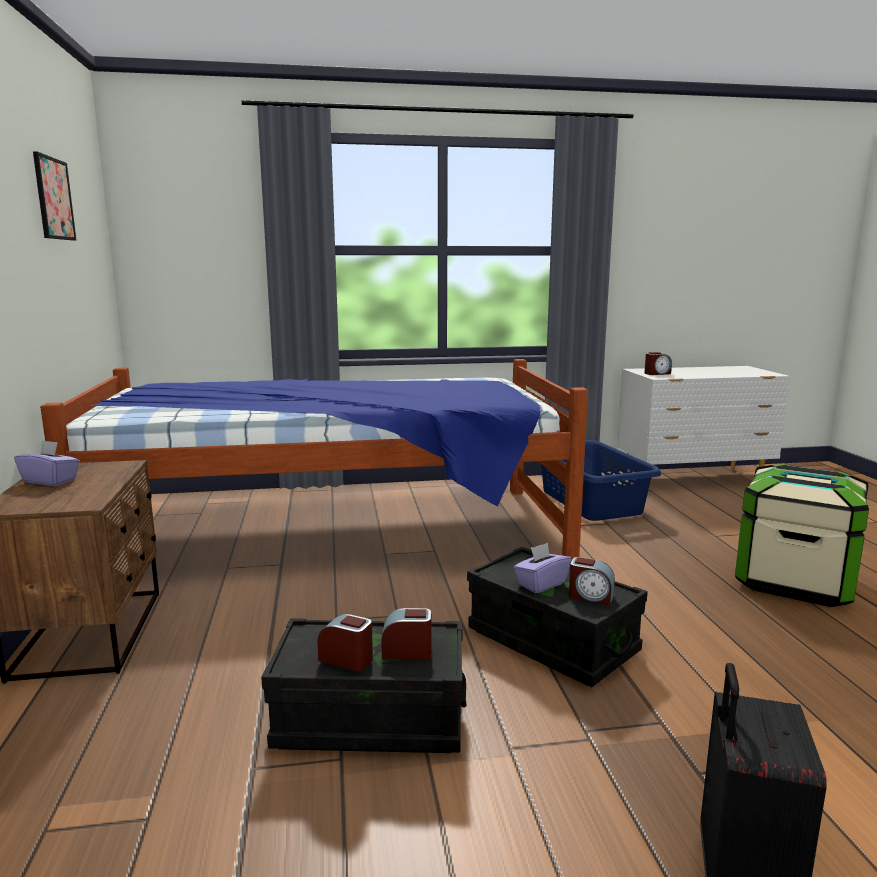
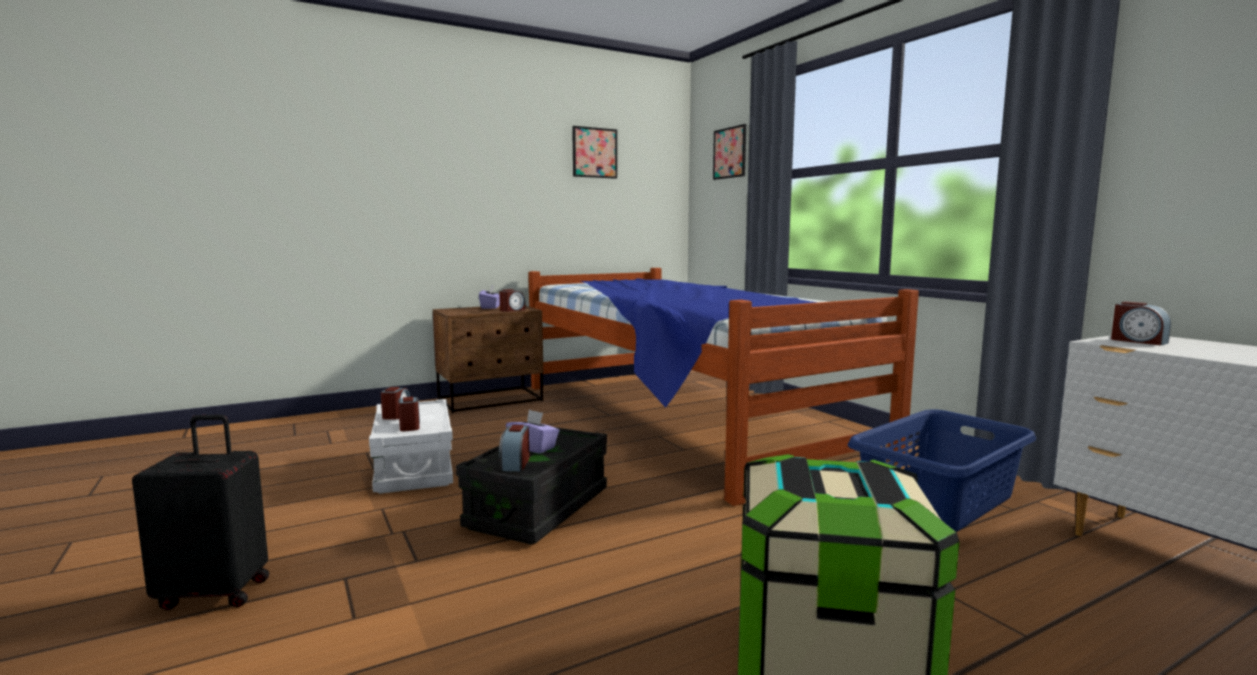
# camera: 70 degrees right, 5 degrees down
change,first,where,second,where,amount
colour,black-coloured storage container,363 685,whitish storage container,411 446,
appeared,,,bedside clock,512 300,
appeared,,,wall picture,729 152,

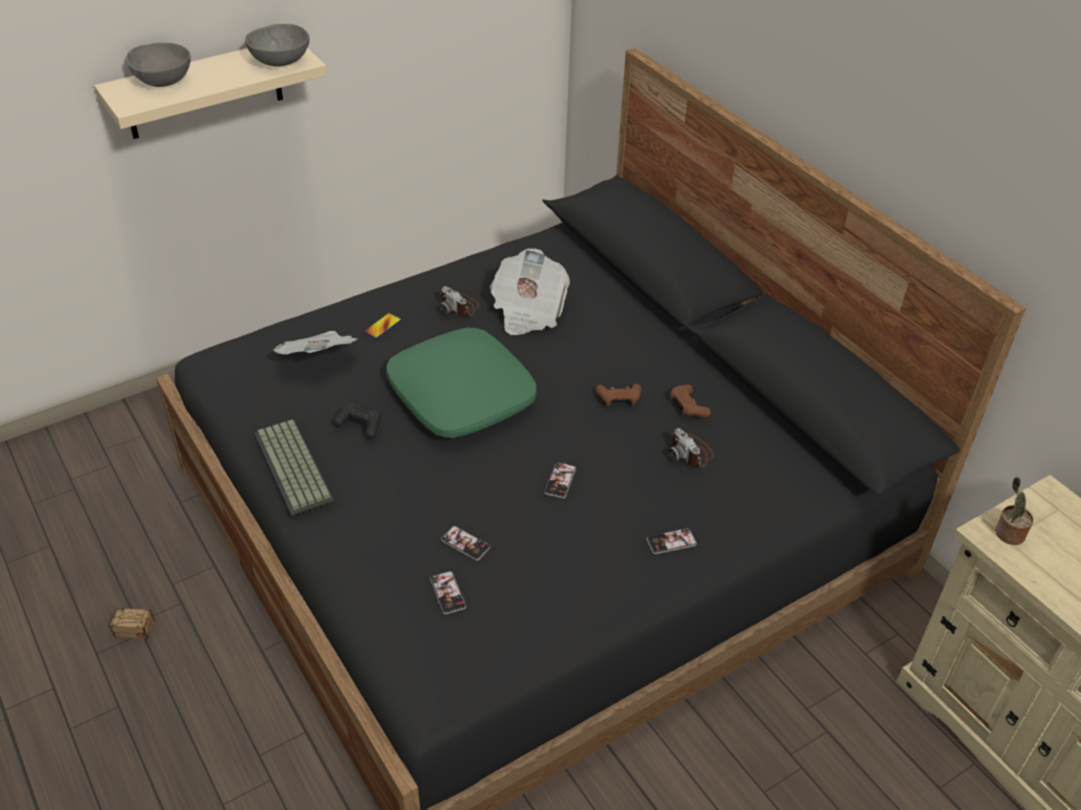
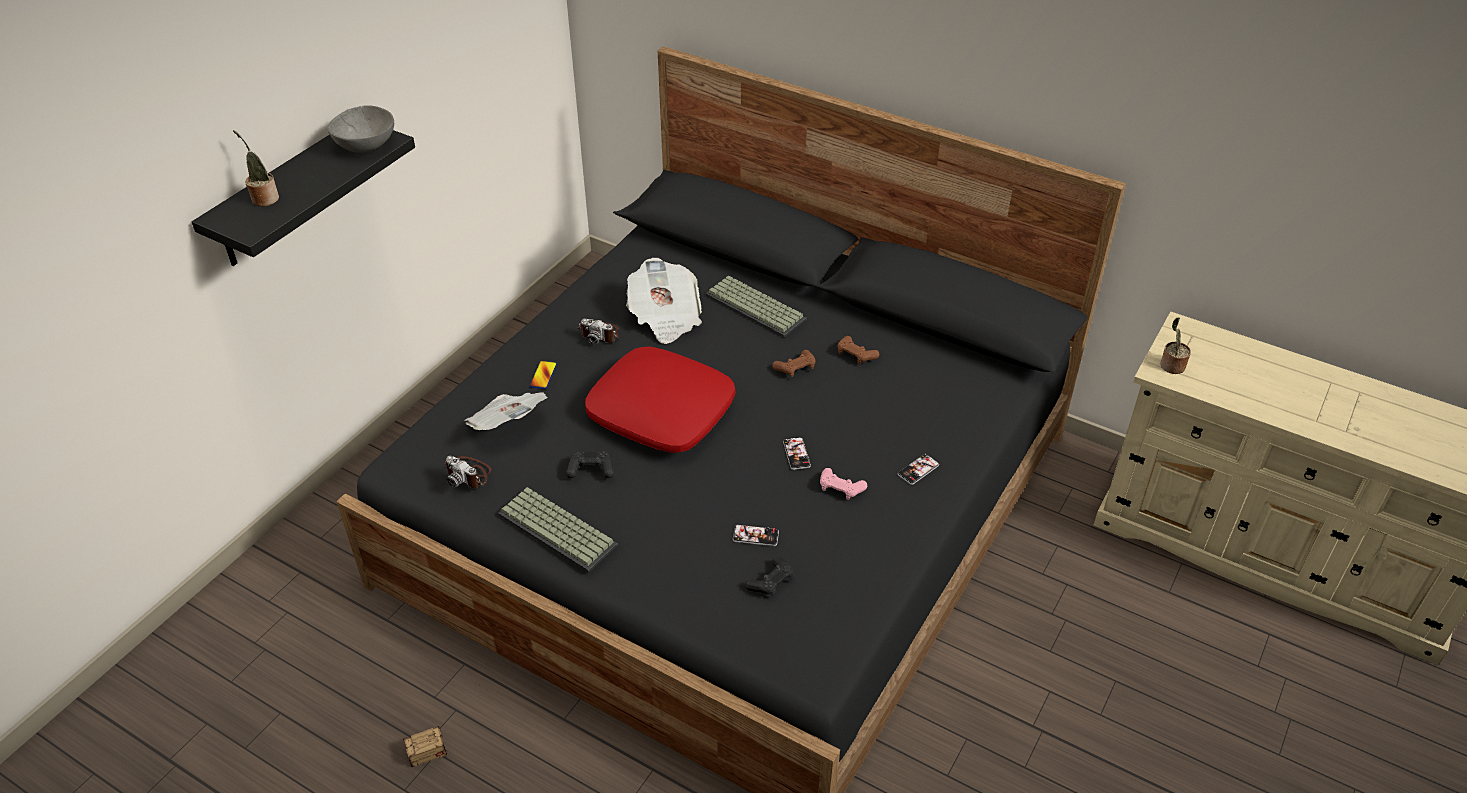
# camera: 25 degrees left, 0 degrees up
change,first,where,second,where,amount
colour,beige-coloured wall shelf,210 93,black-coloured wall shelf,303 198,
exchanged,gray bowl,157 65,potted plant,256 168,
relocated,still camera,691 448,,468 472,
colour,green cushion,461 382,reddish cushion,660 399,
appeared,,,PC keyboard,755 306,
exchanged,handset,448 592,black-coloured gamepad,769 576,
appeared,,,pinkish gamepad,843 484,

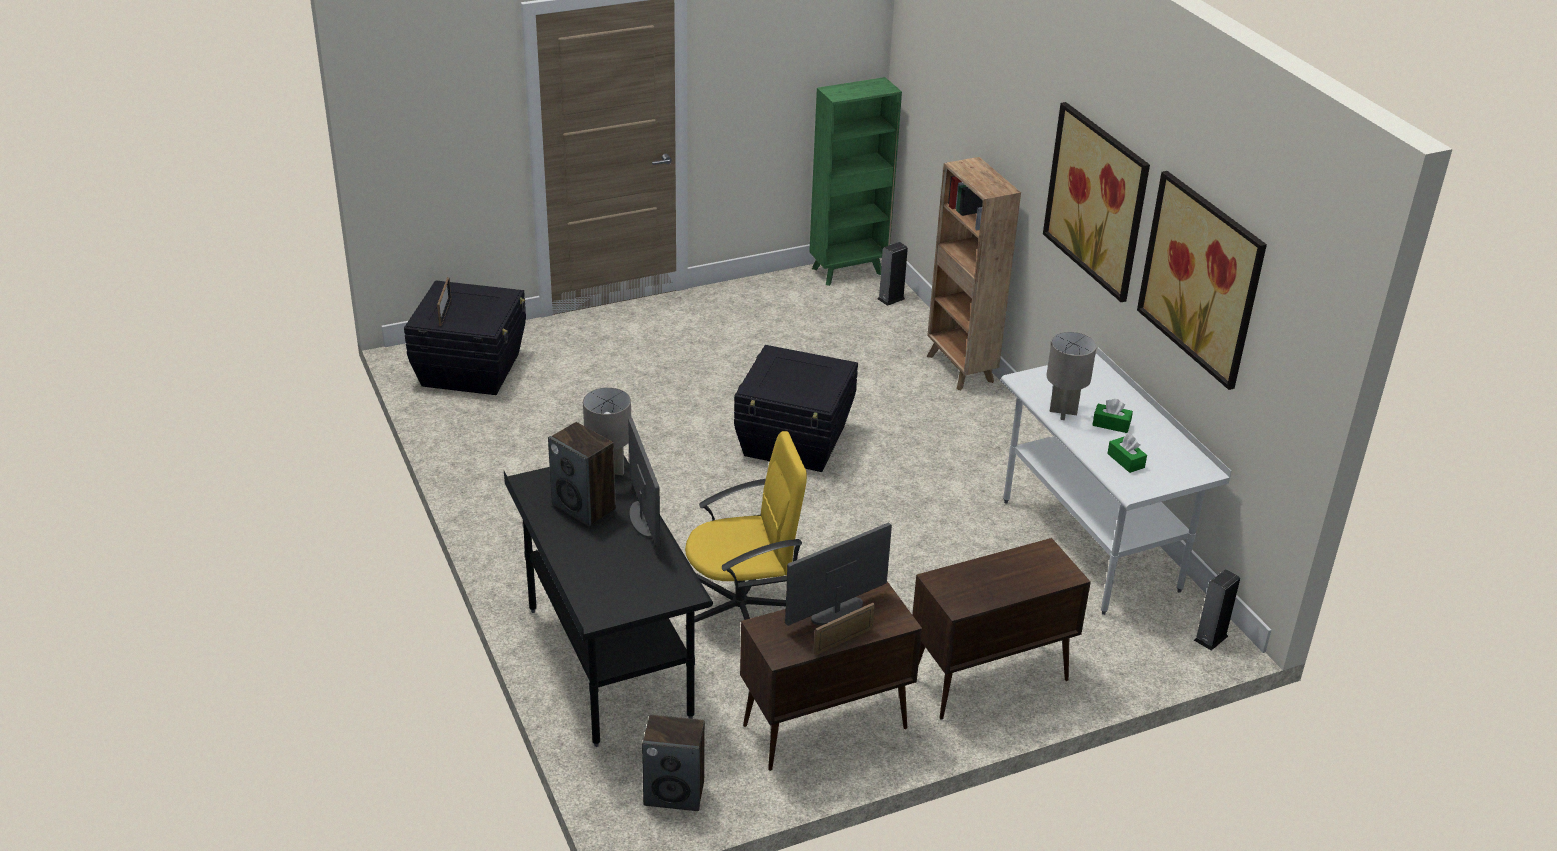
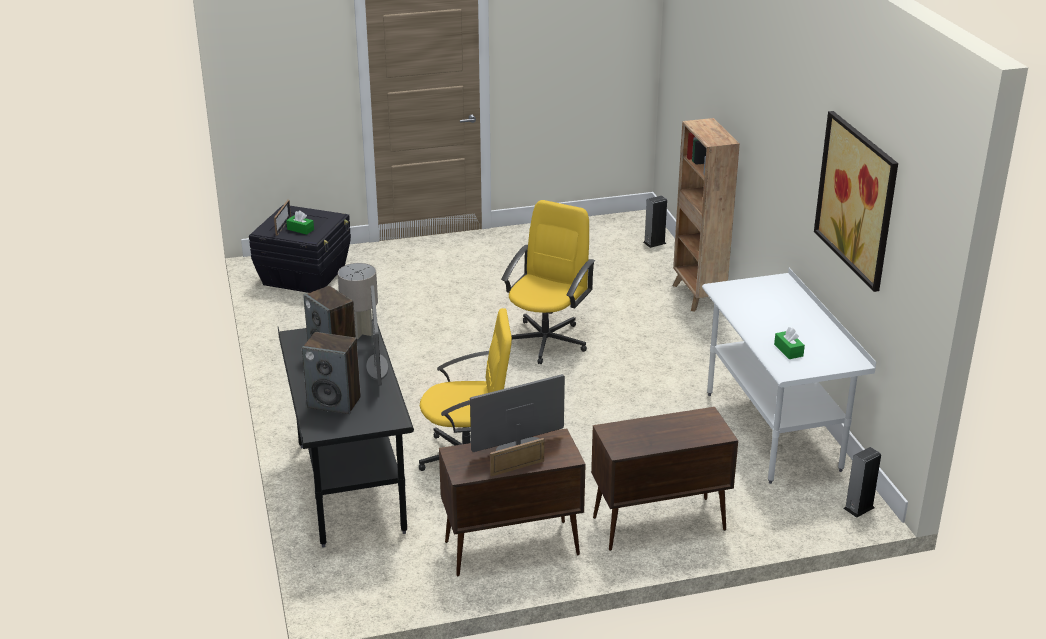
# camera: 10 degrees right, 5 degrees down
change,first,where,second,where,amount
relocated,green box of tissues,1112 416,,300 223,
relocated,speaker,673 763,,331 373,
exchanged,black-coloured storage container,796 408,yellowish office chair,548 282,
missing,green shelving unit,855 181,,,
missing,wall picture,1096 202,,,
missing,gray table lamp,1072 376,,,

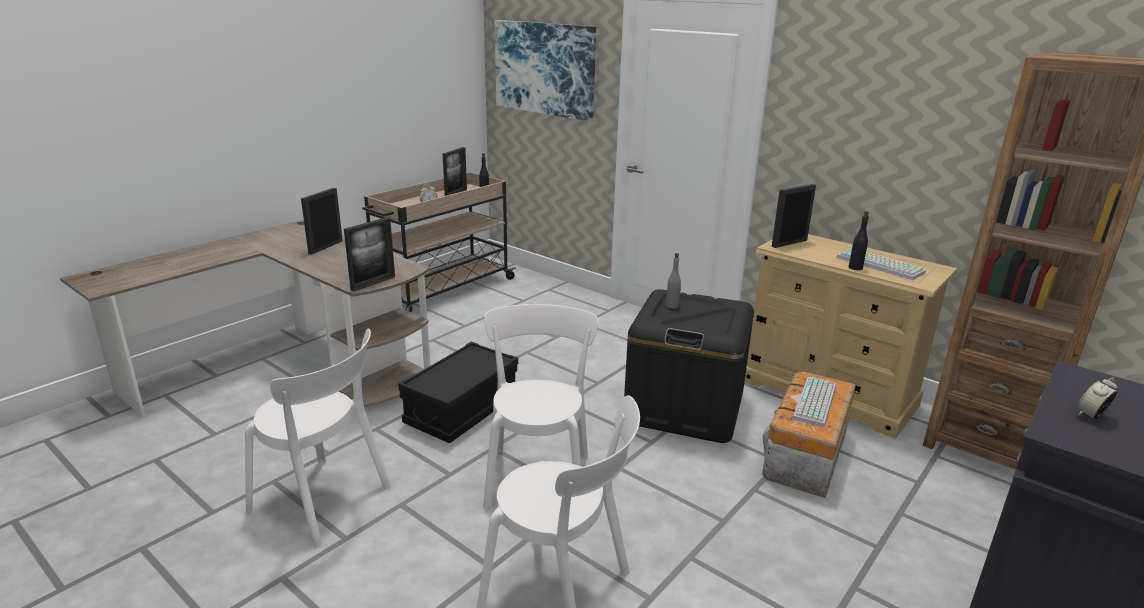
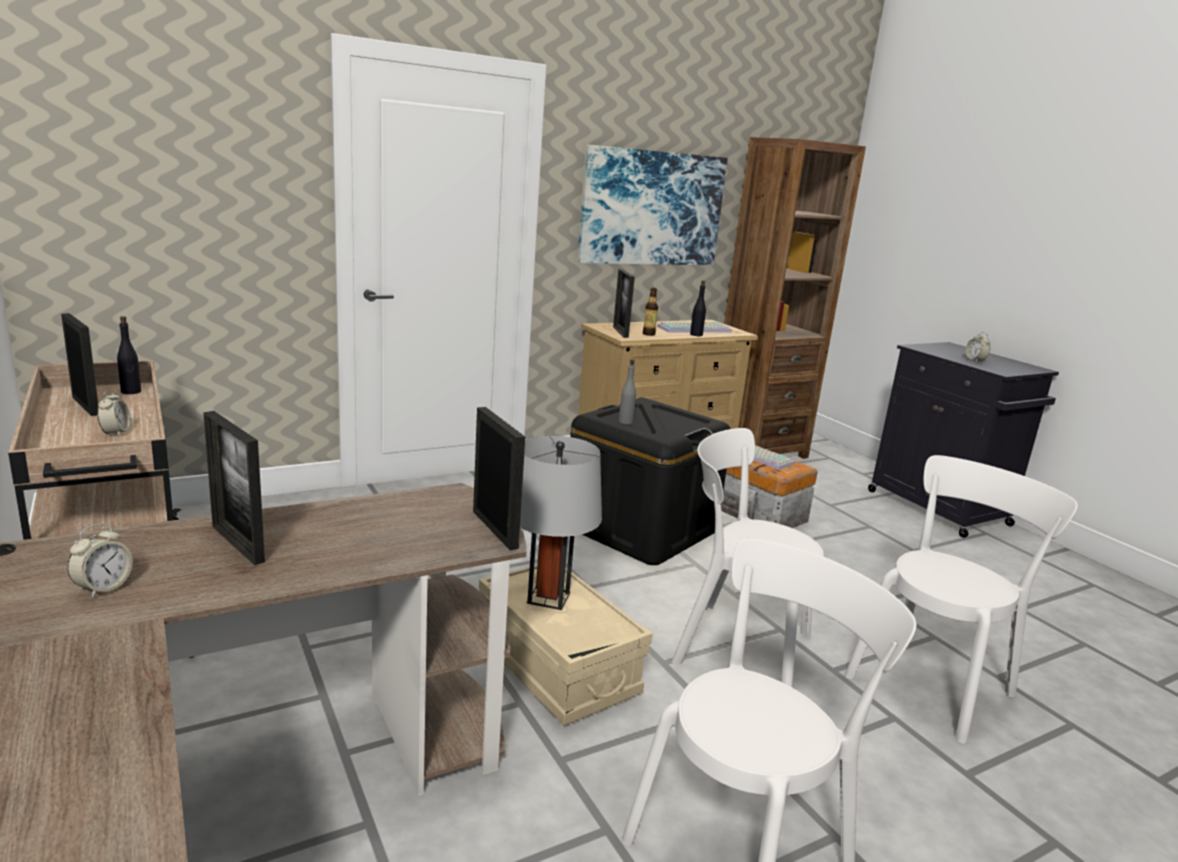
# camera: 70 degrees left, 5 degrees down
change,first,where,second,where,amount
appeared,,,bedside clock,100 561,
colour,black-coloured storage container,458 392,beige-coloured storage container,566 645,
appeared,,,gray table lamp,561 523,
relocated,wall picture,545 70,,652 205,
appeared,,,beverage bottle,650 312,

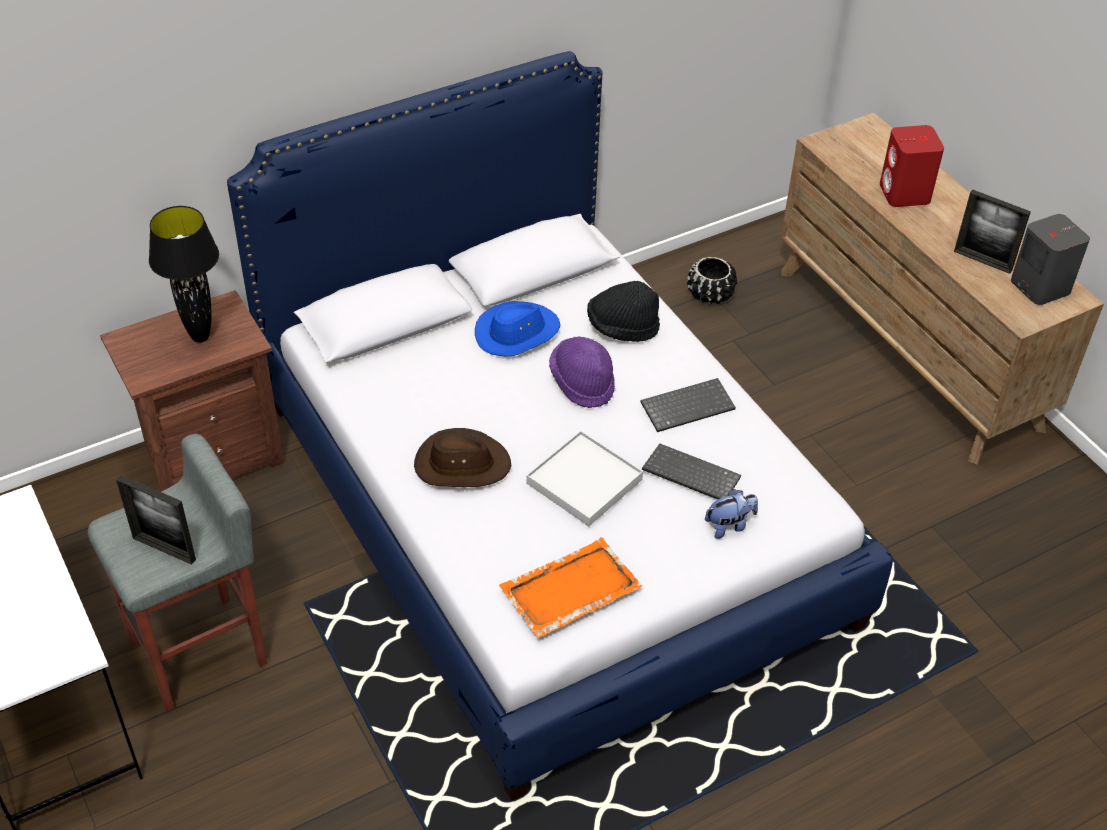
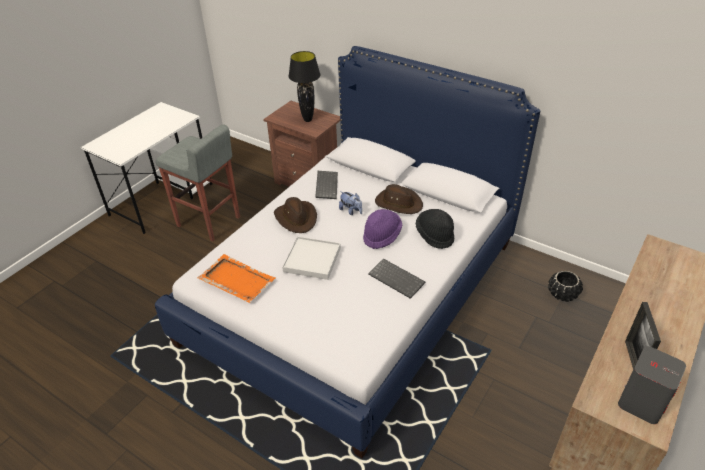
# camera: 65 degrees right, 5 degrees down
change,first,where,second,where,amount
relocated,PC keyboard,691 471,,326 185,
relocated,soft toy,731 514,,350 203,
colour,blue wearable hat,517 328,brown-coloured wearable hat,399 199,
missing,picture frame,156 520,,,
missing,reddish speaker,912 166,,,

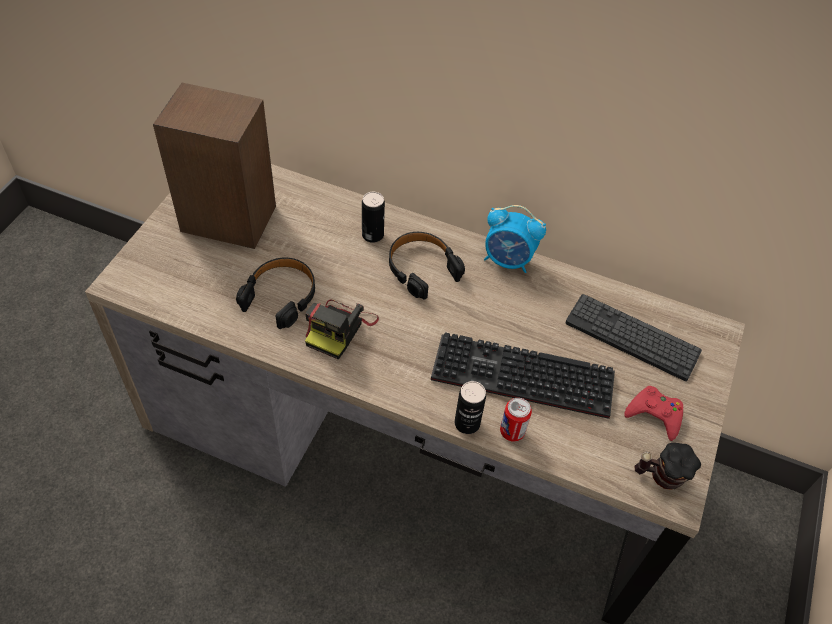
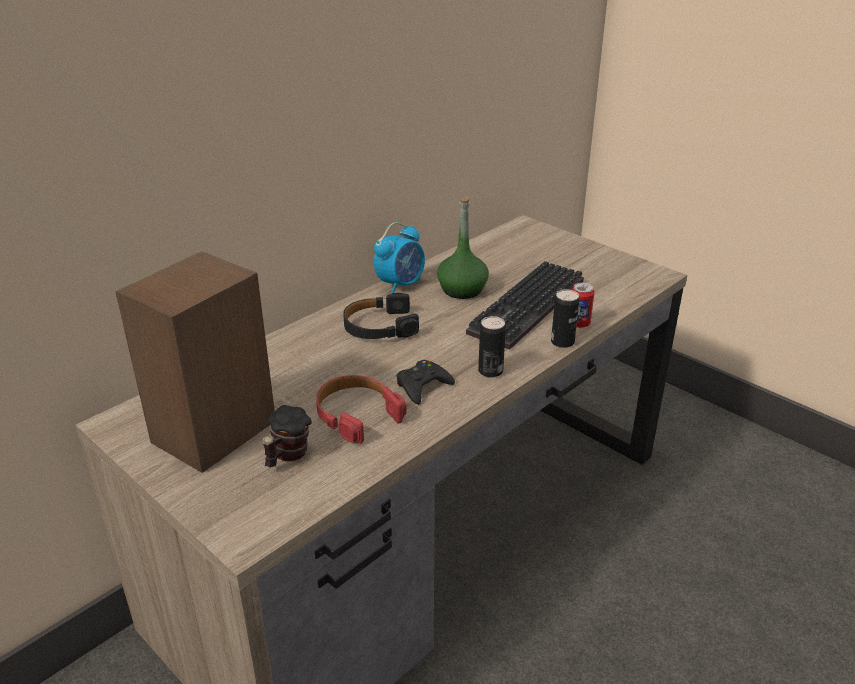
# camera: 65 degrees left, 20 degrees down
change,first,where,second,where,amount
relocated,coffee mug,667 466,,287 436,
colour,black-coloured headphones,275 293,reddish headphones,361 409,
exchanged,still camera,342 330,black-coloured gamepad,426 382,
appeared,,,green beverage bottle,463 248,
relocated,metal can,373 217,,492 347,
missing,PC keyboard,633 337,,,
missing,reddish gamepad,654 413,,,

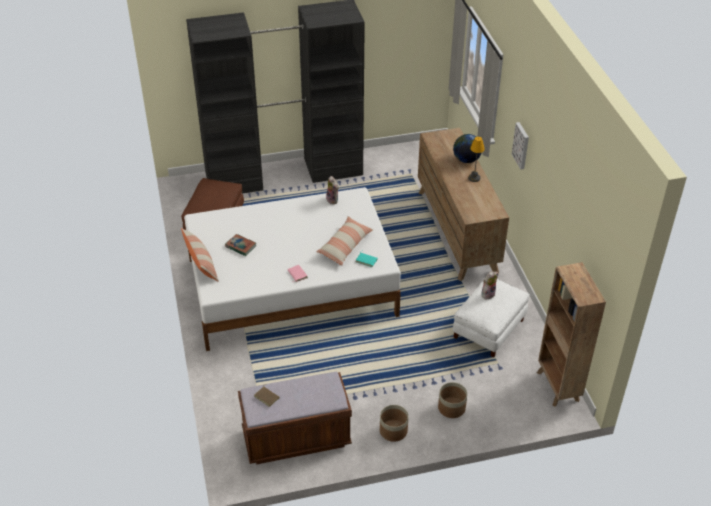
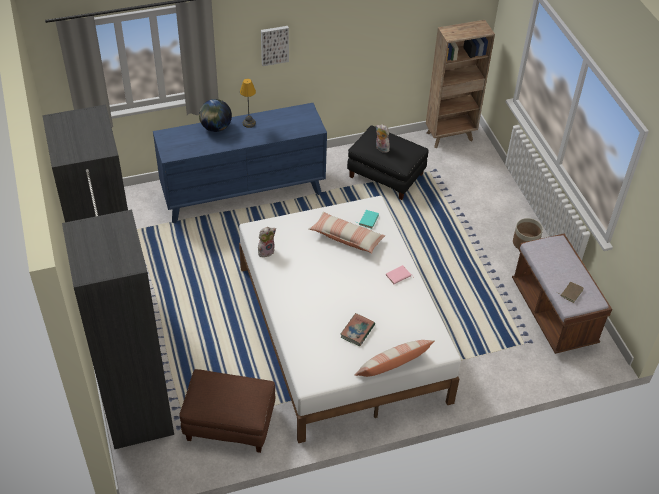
# camera: 95 degrees left, 5 degrees up
change,first,where,second,where,amount
colour,brown-coloured drawer chest,463 204,blue drawer chest,240 163,
colour,whitish pouffe,491 318,black-coloured pouffe,387 162,
missing,flower pot,452 400,,,

